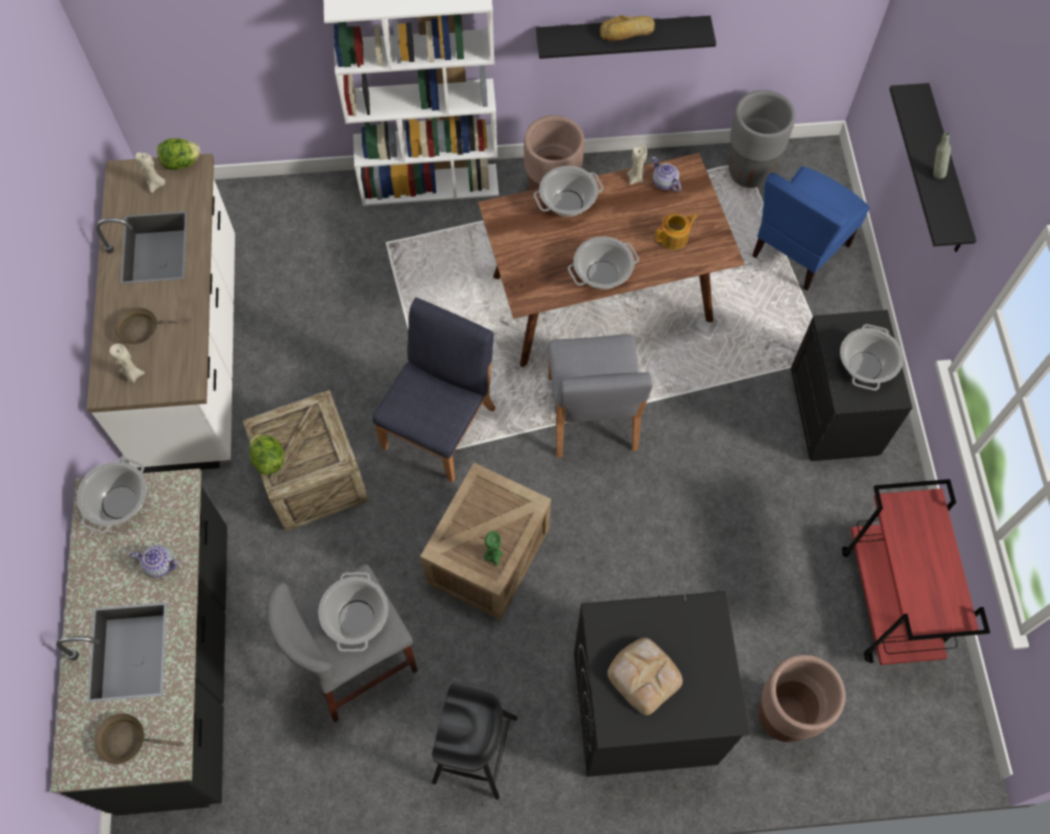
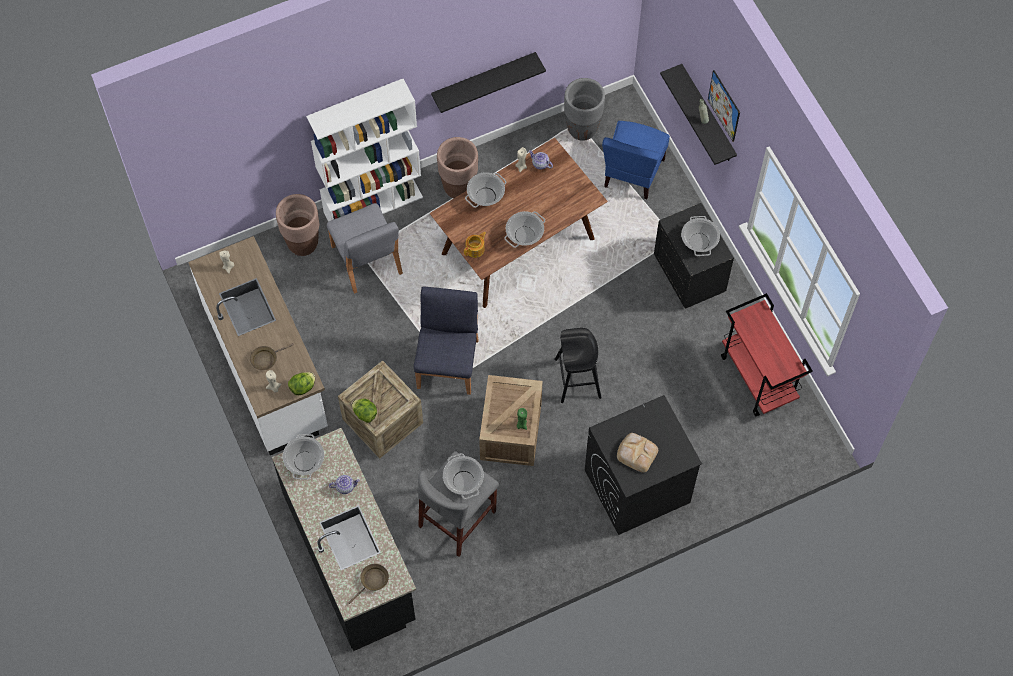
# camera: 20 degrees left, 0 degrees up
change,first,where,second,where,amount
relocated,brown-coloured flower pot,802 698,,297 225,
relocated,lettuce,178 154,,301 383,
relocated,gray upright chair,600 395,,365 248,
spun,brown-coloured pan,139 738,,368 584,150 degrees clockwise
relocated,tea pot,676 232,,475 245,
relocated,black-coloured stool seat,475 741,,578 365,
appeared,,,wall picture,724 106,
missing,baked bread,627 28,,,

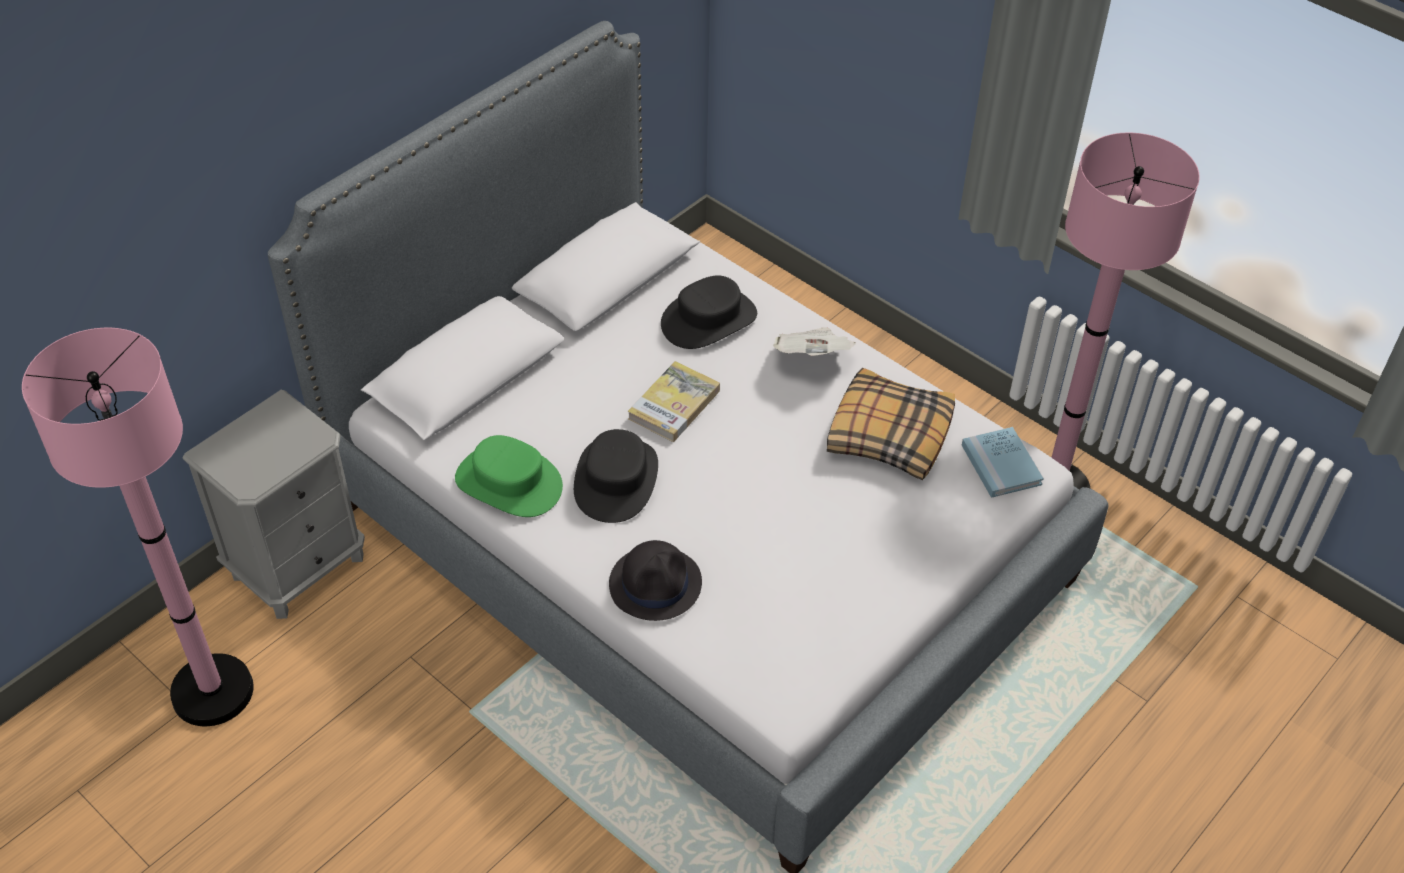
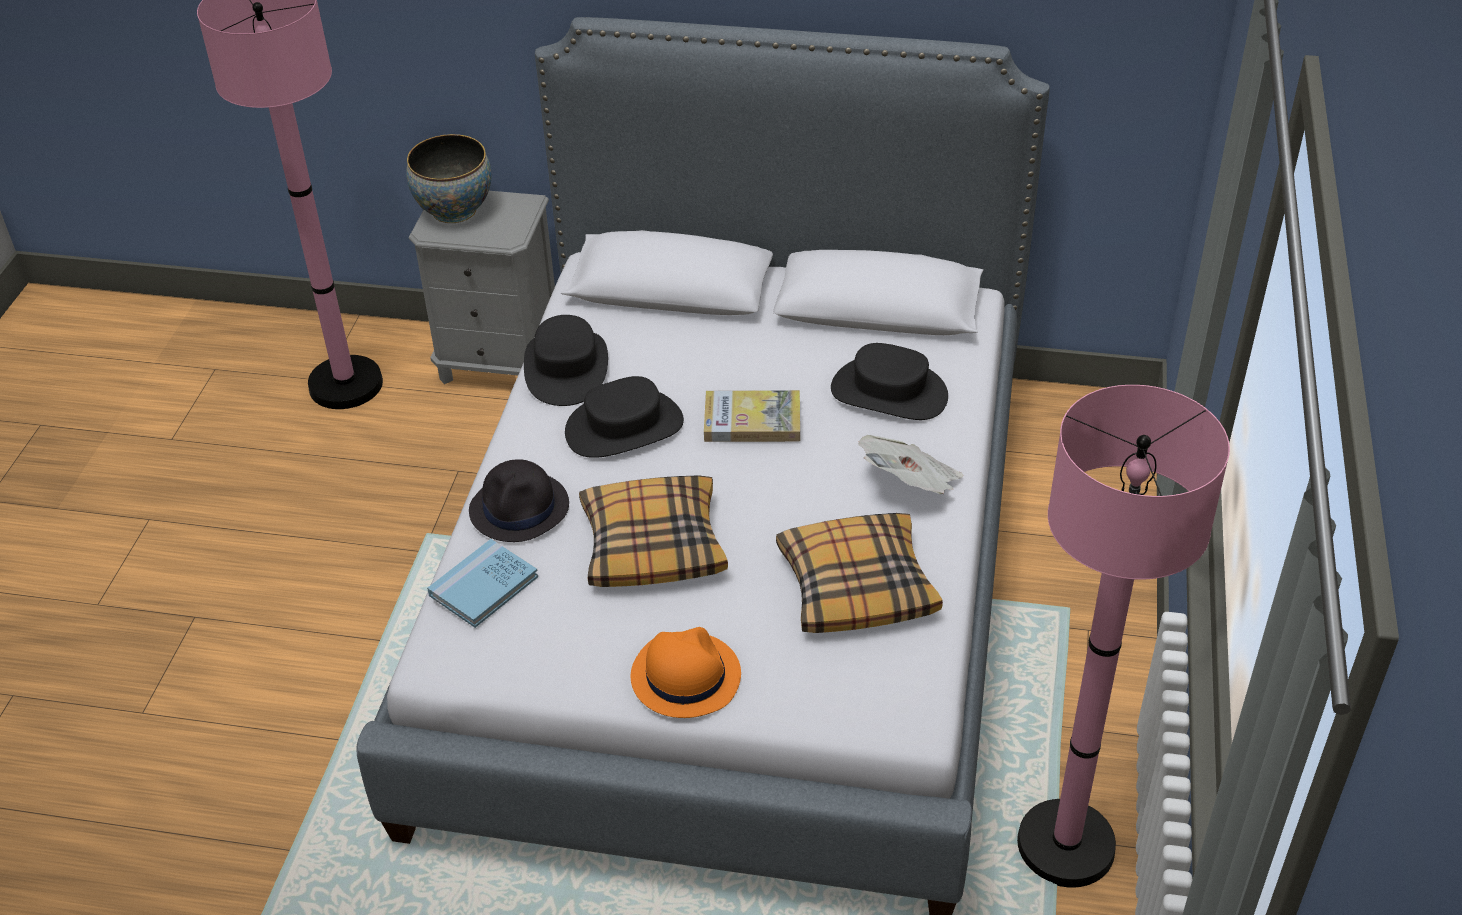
# camera: 60 degrees right, 5 degrees down
change,first,where,second,where,amount
appeared,,,bowl,449 178,
relocated,blue volume,1003 462,,482 583,
colour,green wearable hat,509 476,black-coloured wearable hat,566 360,
appeared,,,cushion,653 531,
appeared,,,orangey wearable hat,686 672,

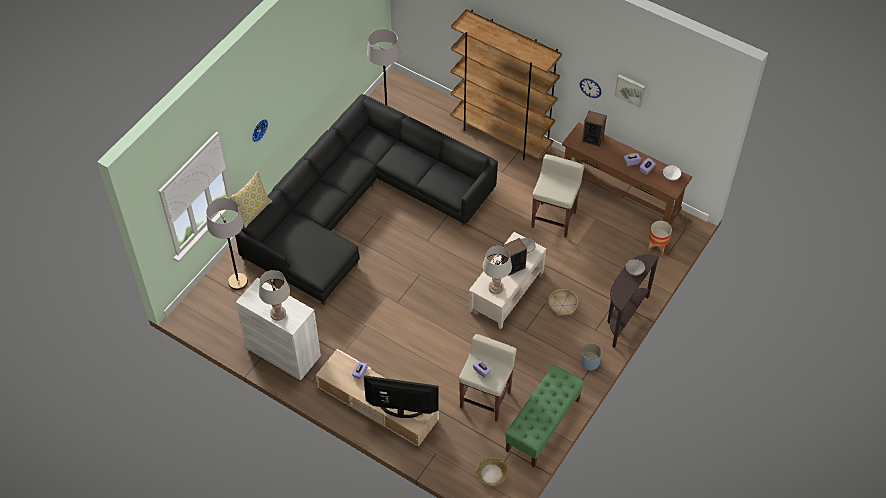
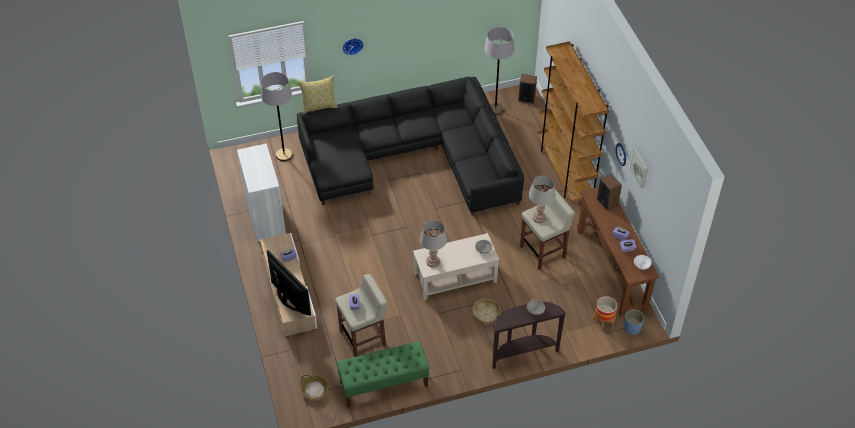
# camera: 40 degrees right, 5 degrees down
change,first,where,second,where,amount
relocated,speaker,514 256,,527 89,
relocated,gray table lamp,274 295,,542 199,
relocated,blue flower pot,591 357,,634 322,

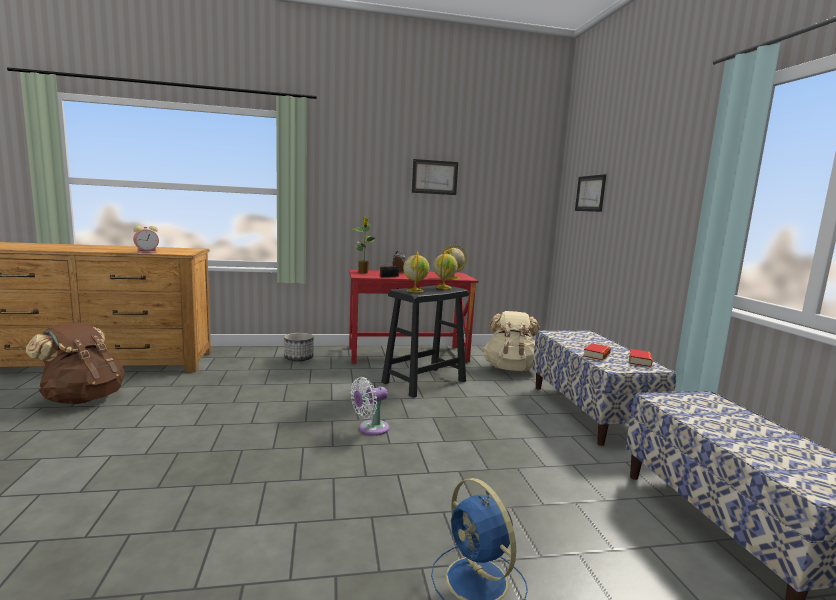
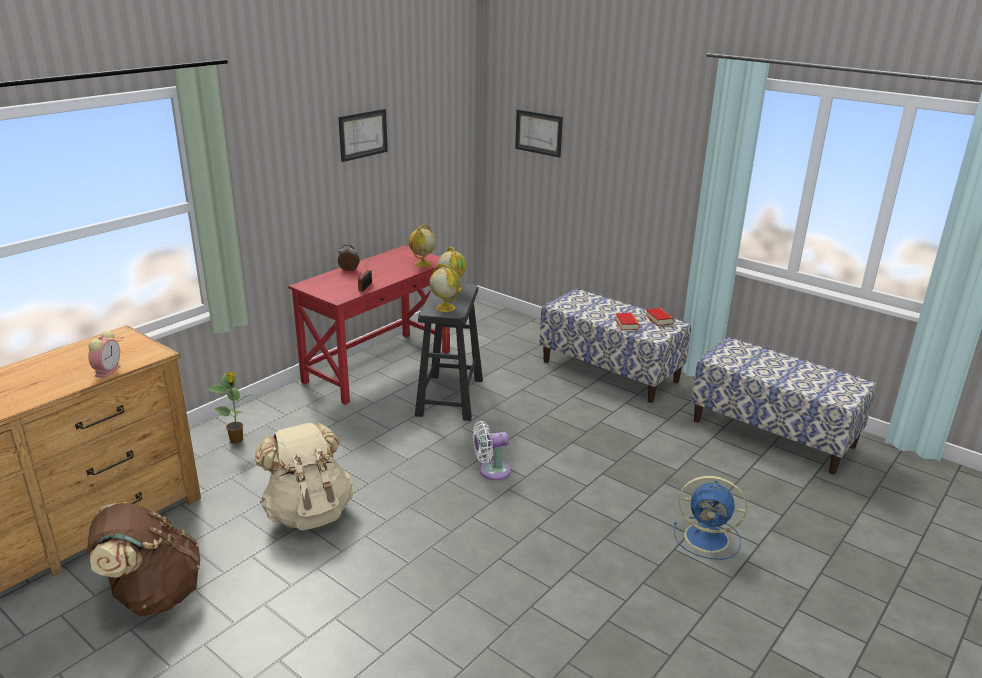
# camera: 40 degrees left, 15 degrees up
change,first,where,second,where,amount
relocated,potted plant,364 245,,230 407,
relocated,beige-coloured rucksack,512 341,,304 476,
spun,whitish cooling fan,370 406,,492 450,60 degrees clockwise
missing,flower pot,298 347,,,

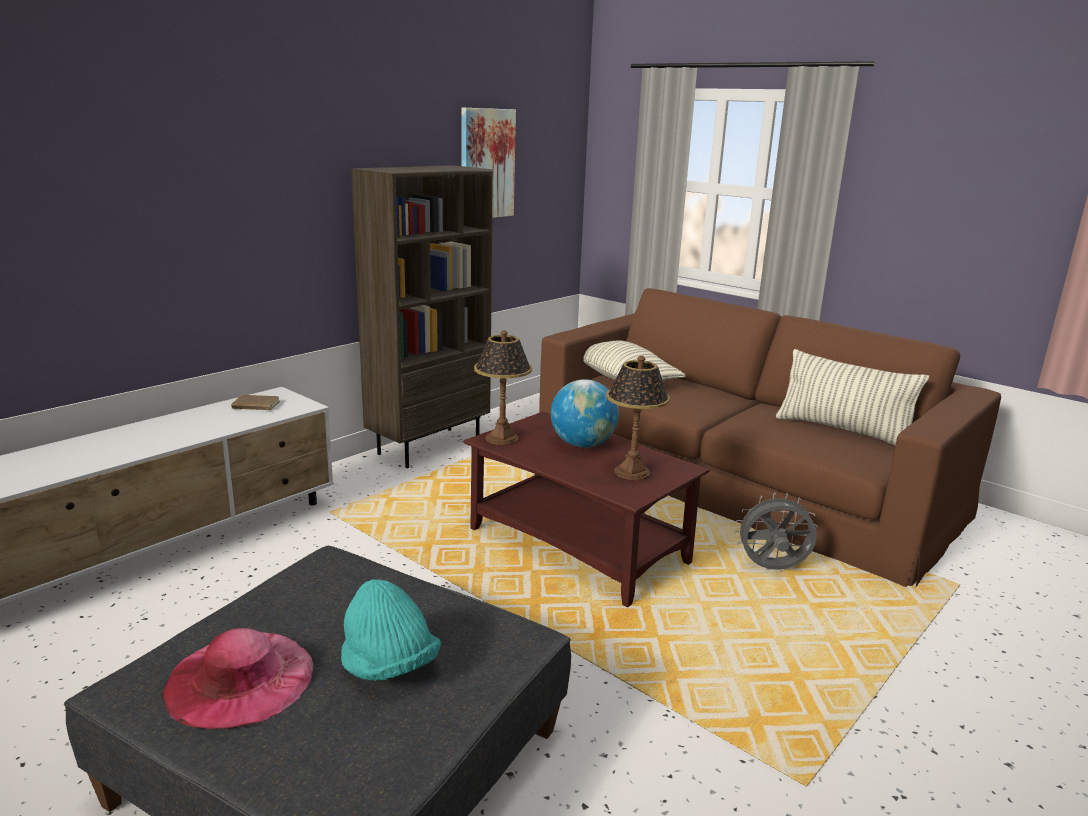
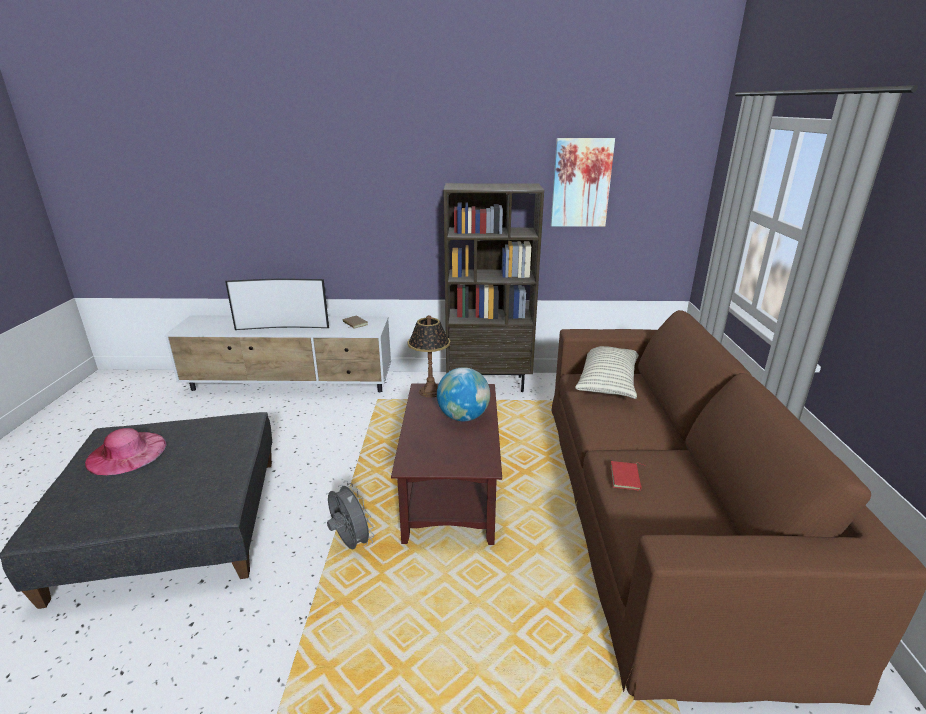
# camera: 50 degrees right, 5 degrees up
change,first,where,second,where,amount
appeared,,,TV,277 304,
relocated,gray cooling fan,776 531,,350 515,
appeared,,,reddish volume,627 476,
missing,turquoise-coloured wearable hat,391 630,,,
missing,table lamp,638 418,,,
missing,cushion,852 397,,,

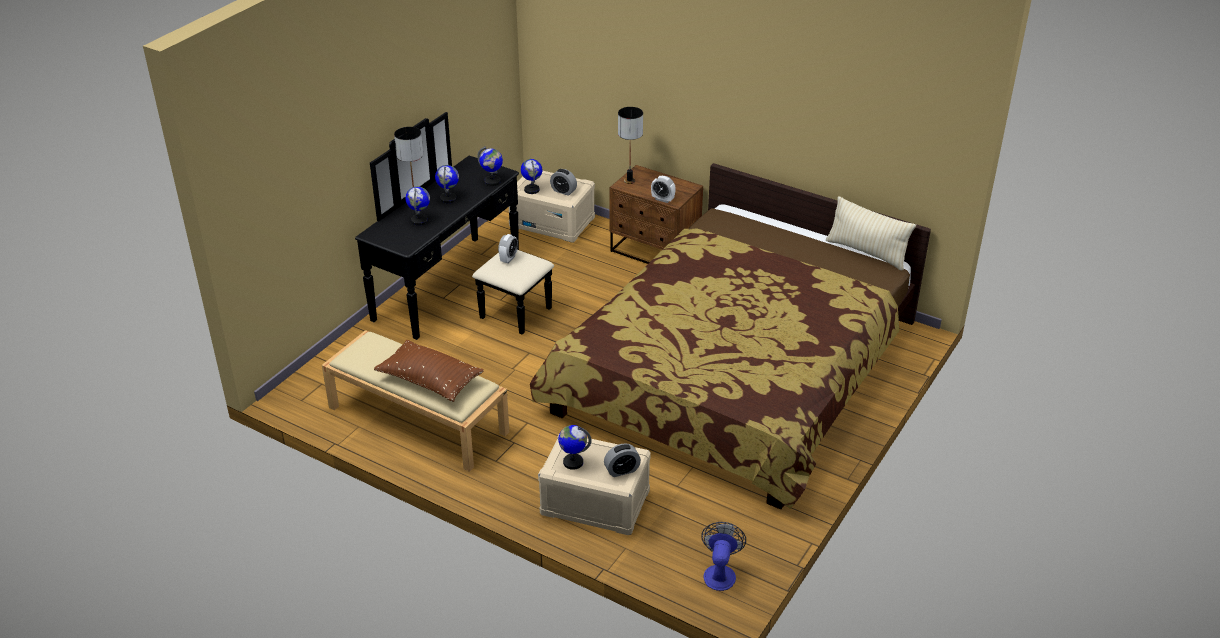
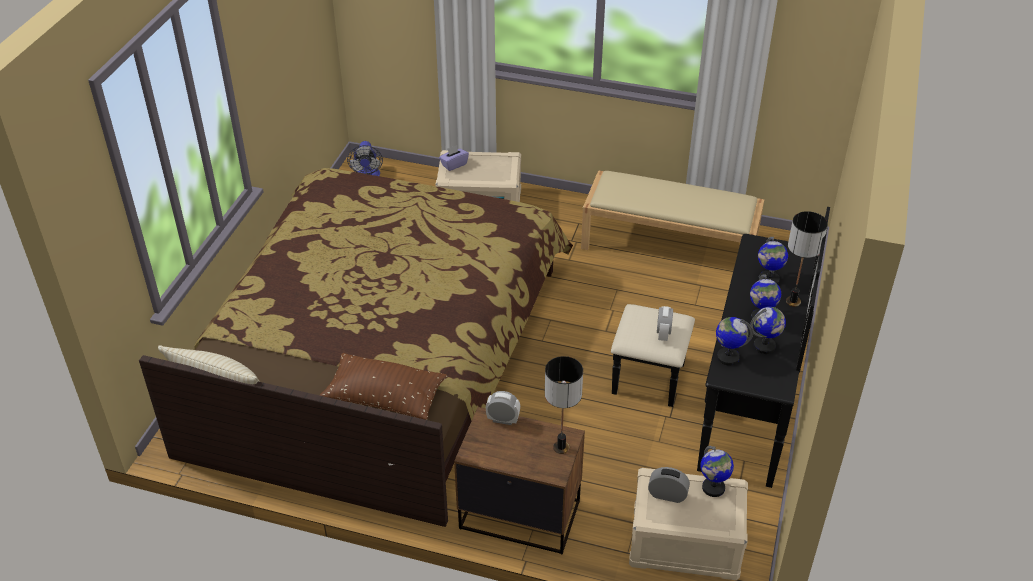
# camera: 165 degrees right, 5 degrees up
change,first,where,second,where,amount
relocated,brown-coloured cushion,429 371,,383 386,
exchanged,bedside clock,622 460,purple-coloured box of tissues,454 158,
relocated,world globe,575 447,,768 330,

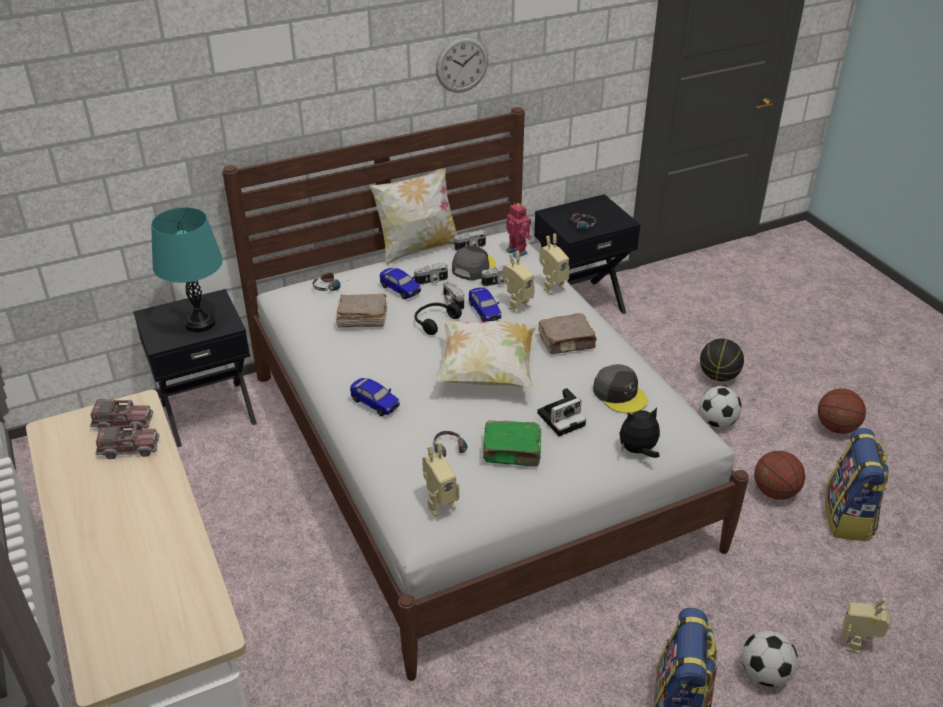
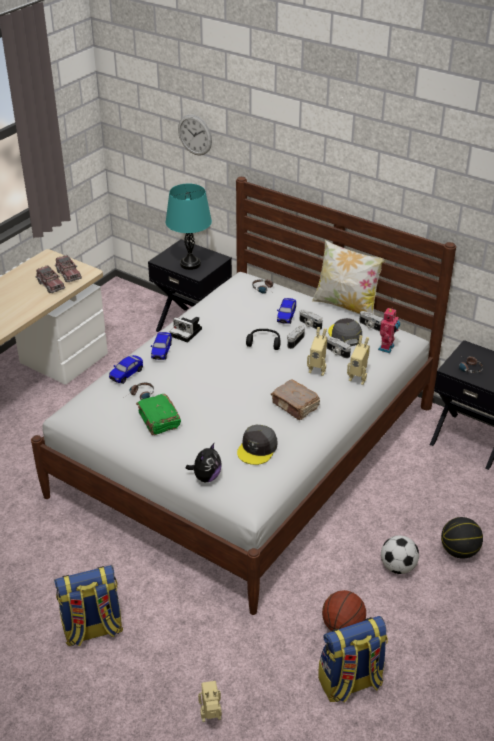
# camera: 60 degrees right, 0 degrees up
change,first,where,second,where,amount
relocated,miniature car,485 304,,126 369,
relocated,still camera,561 412,,186 330,
relocated,hanging clock,462 64,,195 135,
spun,soft toy,639 433,,204 462,75 degrees clockwise
spun,gray cap,474 263,,345 332,105 degrees counterclockwise
missing,brown-coloured volume,361 310,,,
missing,toy robot,440 479,,,
missing,cushion,486 354,,,
missing,football ball,770 658,,,
missing,basketball ball,842 411,,,

